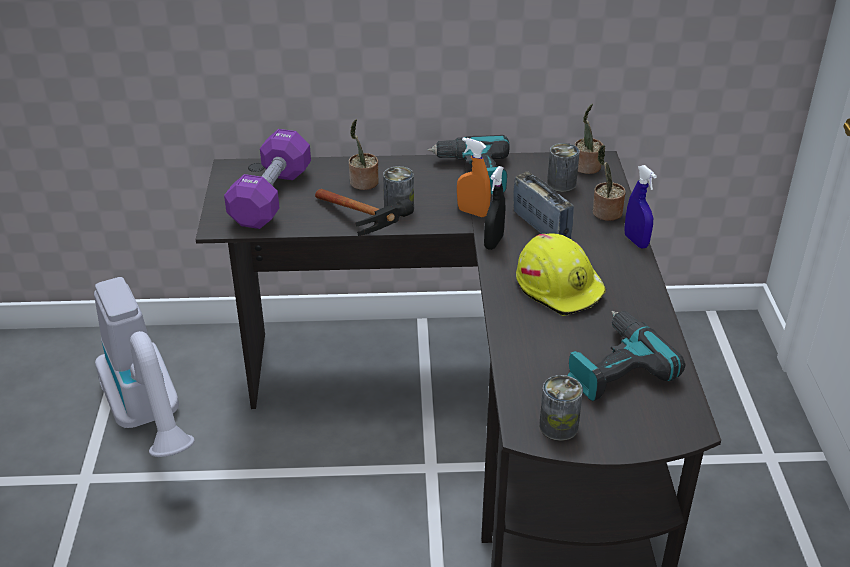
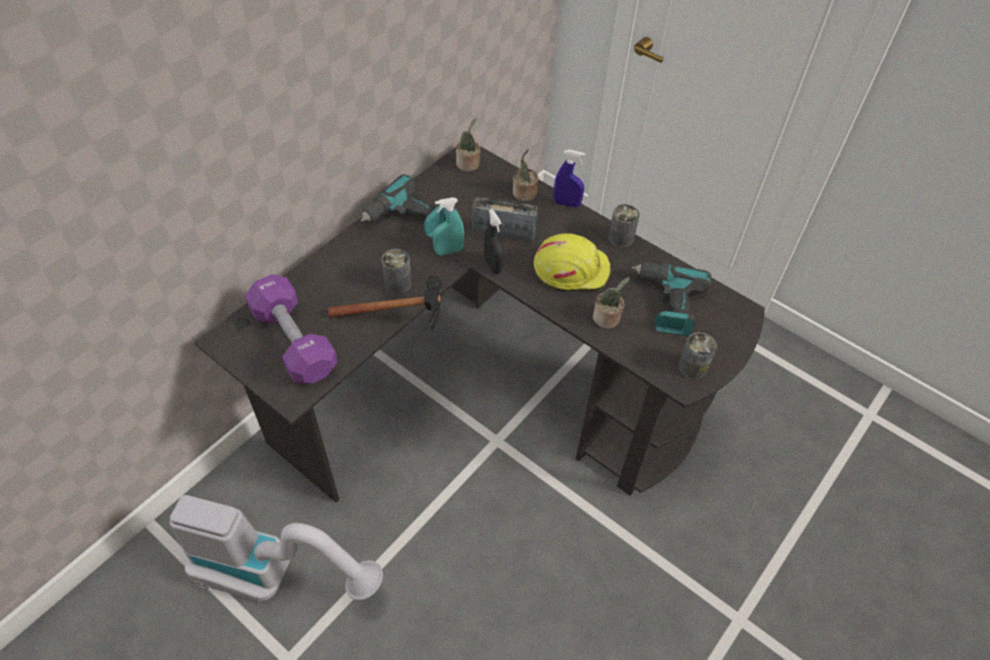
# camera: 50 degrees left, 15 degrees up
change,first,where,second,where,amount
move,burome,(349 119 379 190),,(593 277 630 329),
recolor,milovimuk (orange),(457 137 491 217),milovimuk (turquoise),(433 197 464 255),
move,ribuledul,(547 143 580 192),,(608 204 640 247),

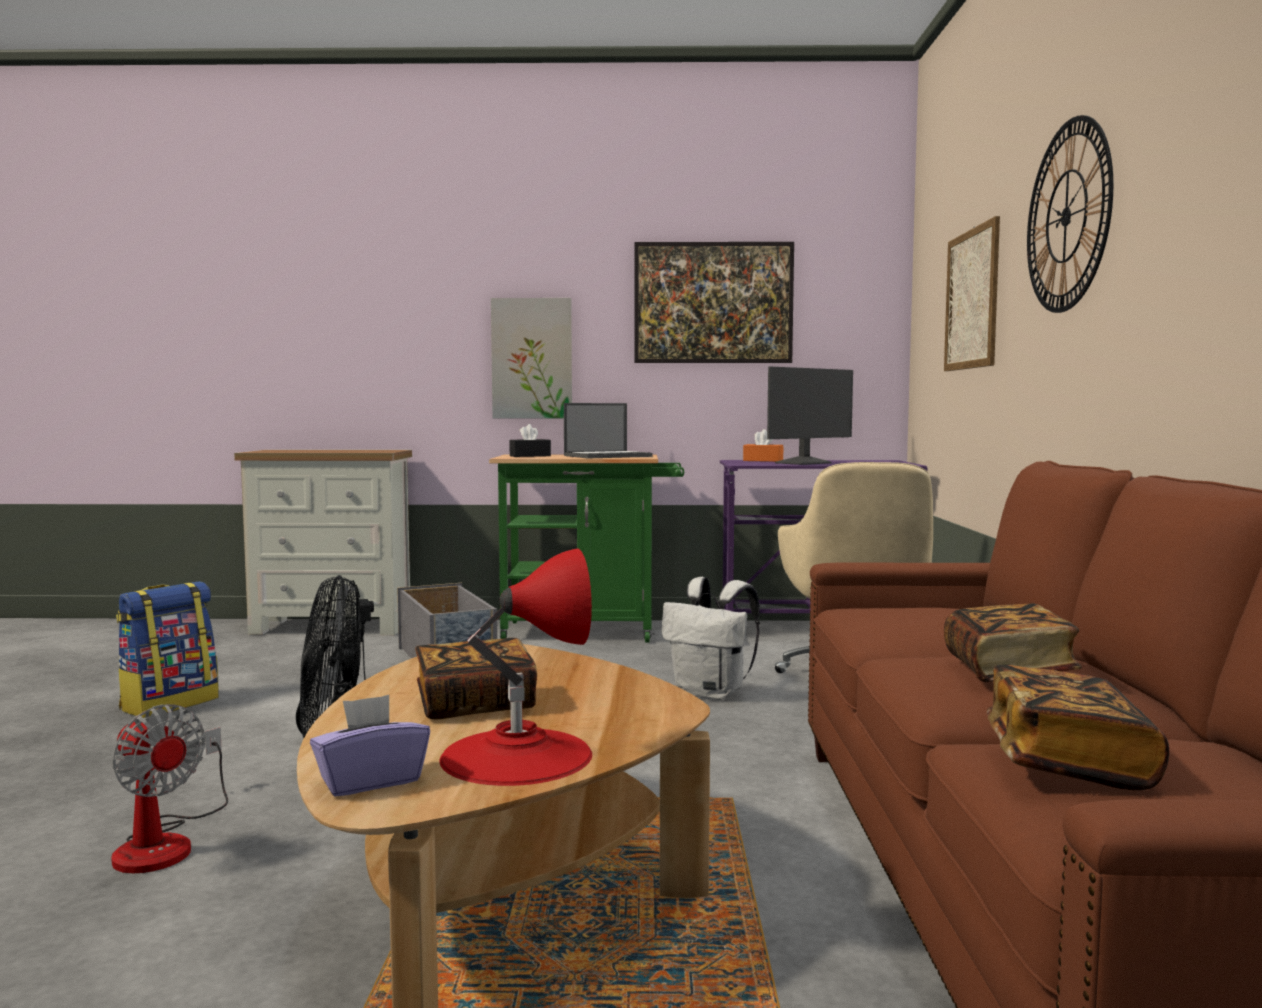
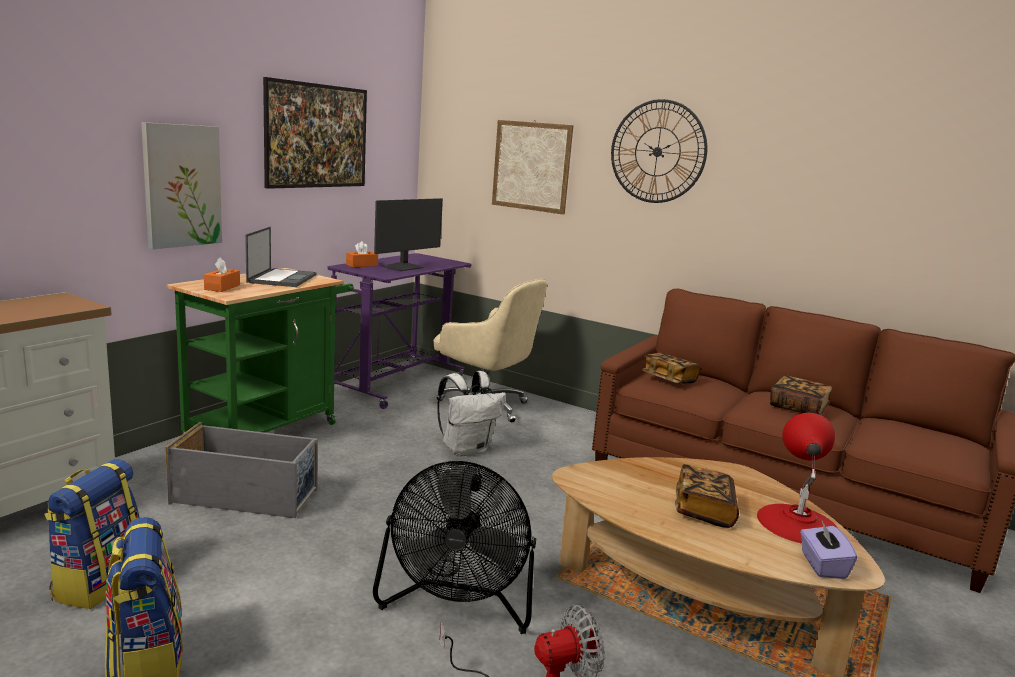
# camera: 60 degrees left, 10 degrees up
change,first,where,second,where,amount
rotate,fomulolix,(767 367 853 465),,(374 198 443 271),45 degrees clockwise
recolor,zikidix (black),(509 424 551 457),zikidix (orange),(204 257 240 292),
move,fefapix,(987 665 1169 790),,(642 353 701 384),
insert,,,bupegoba,(44 459 140 609),

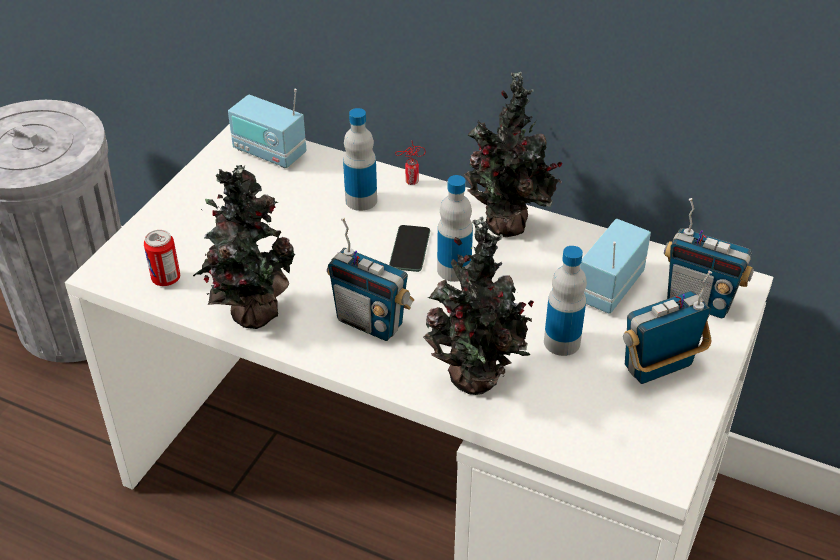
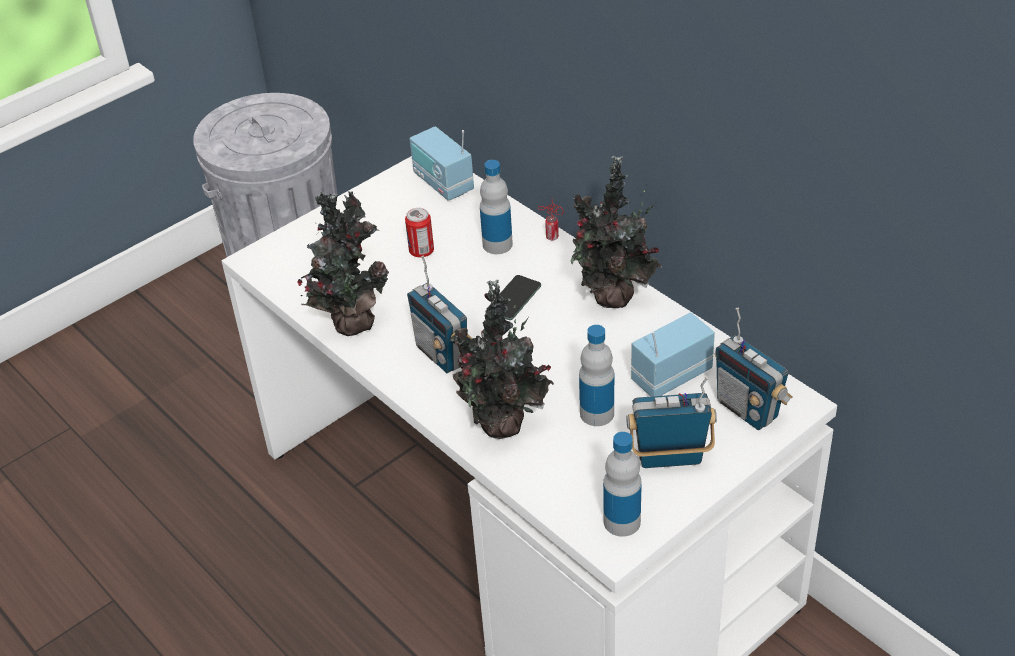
# camera: 25 degrees right, 0 degrees up
change,first,where,second,where,amount
move,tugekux,(437 175 473 282),,(603 432 642 537),
move,ribuledul,(144 230 180 286),,(405 208 434 257),

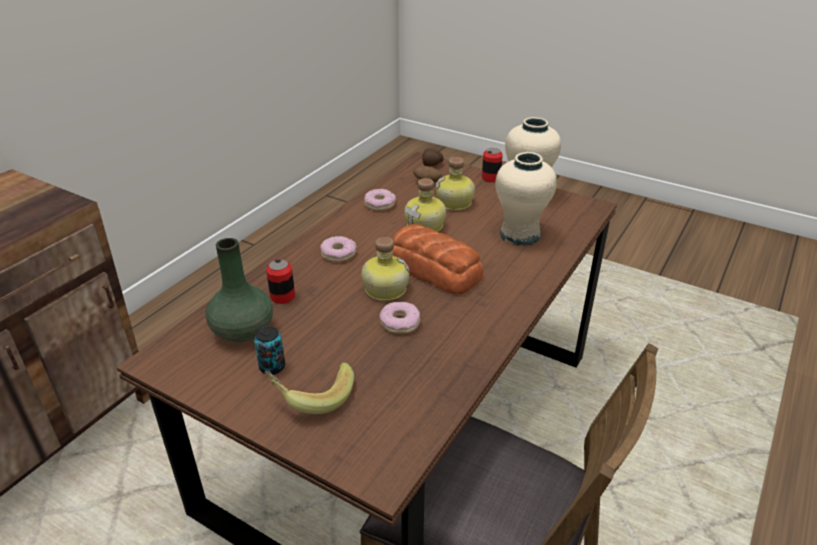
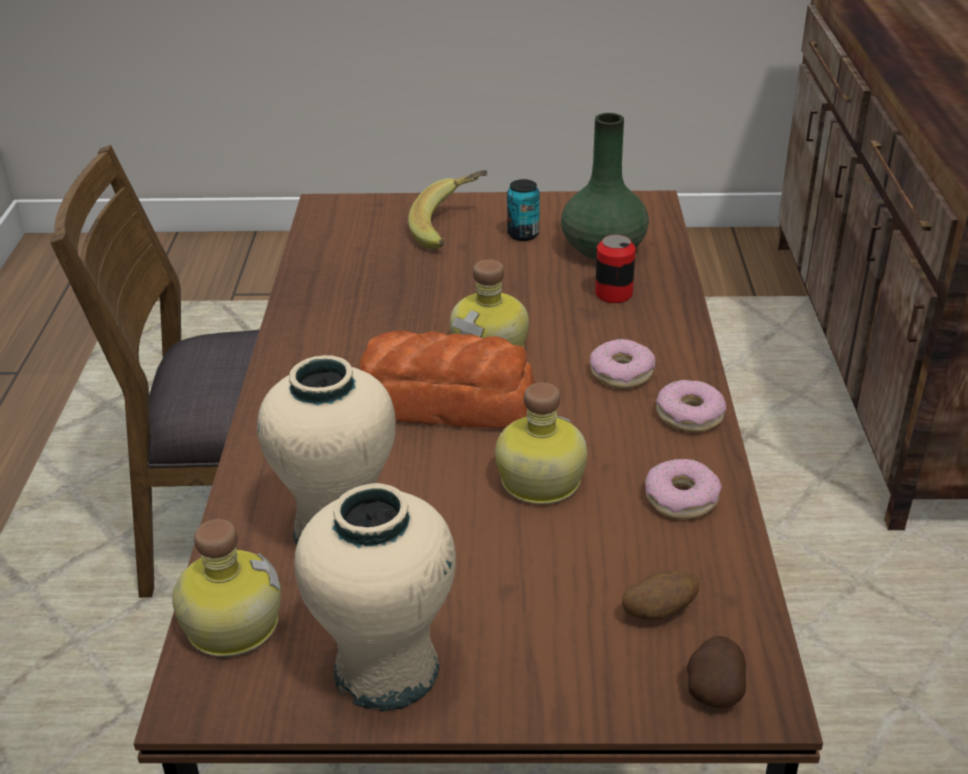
# camera: 150 degrees right, 0 degrees up
change,first,where,second,where,amount
delete,ribuledul,(482 148 503 182),,,
move,tugekux,(435 157 475 210),,(172 519 281 657),
move,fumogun,(380 302 420 334),,(656 380 726 432),

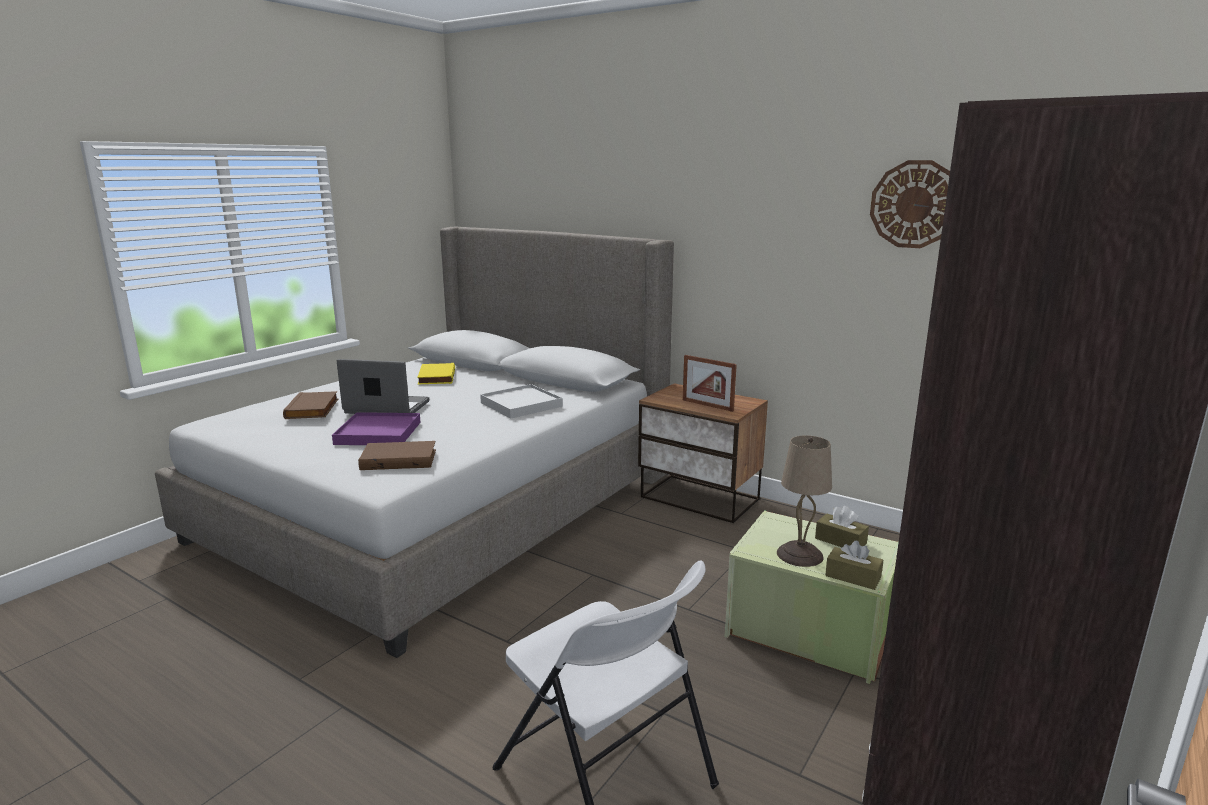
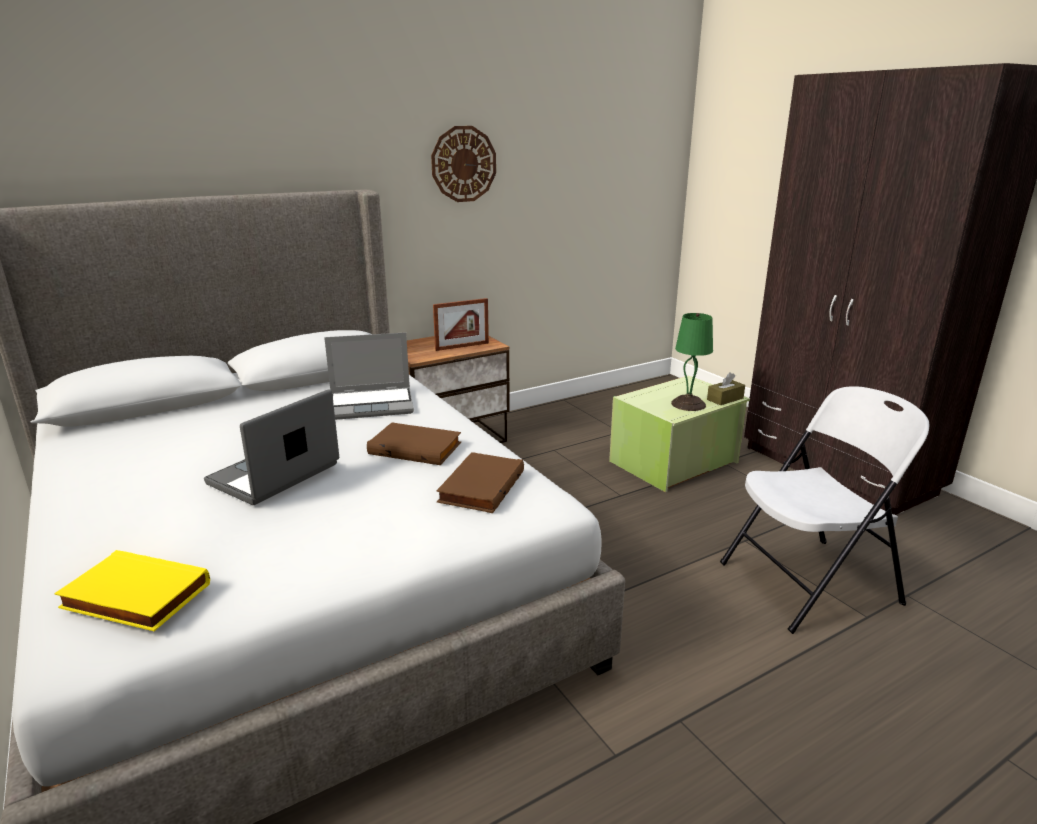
# camera: 65 degrees left, 5 degrees up
change,first,where,second,where,amount
move,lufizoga,(870 160 950 248),,(431 126 496 202),
move,fefapix (yellow),(417 363 455 384),,(54 550 210 631),
replace,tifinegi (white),(480 384 563 419),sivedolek,(324 332 414 420),
move,fefapix (brown),(283 391 338 419),,(367 422 461 465),
delete,tifinegi (purple),(332 412 421 445),,,
recolor,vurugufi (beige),(777 435 832 567),vurugufi (green),(671 313 713 411),
delete,zikidix (brown),(815 506 869 547),,,

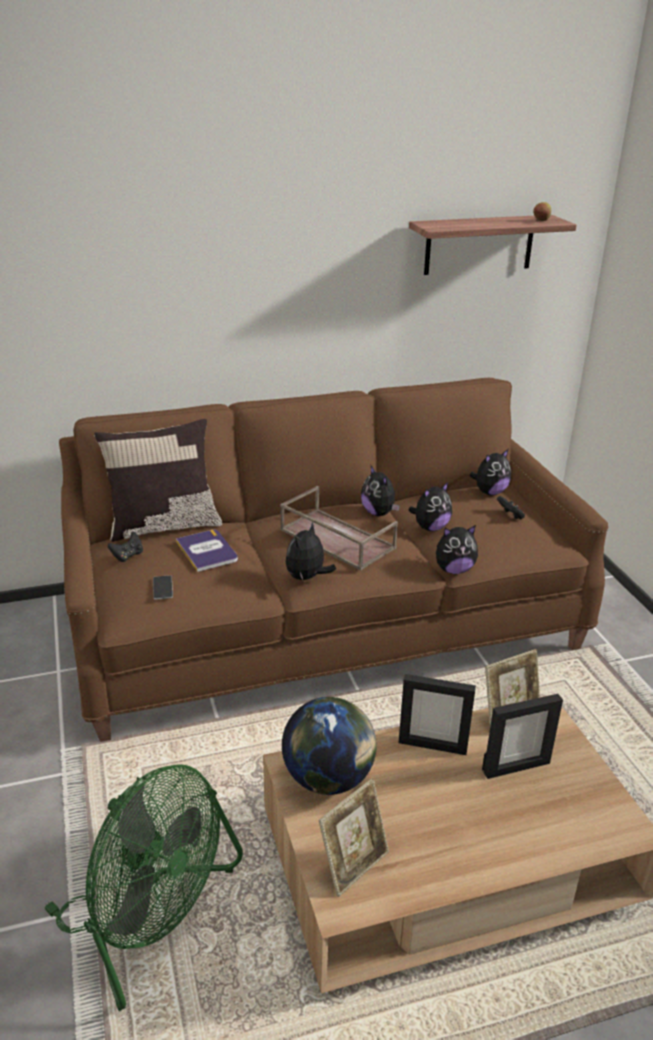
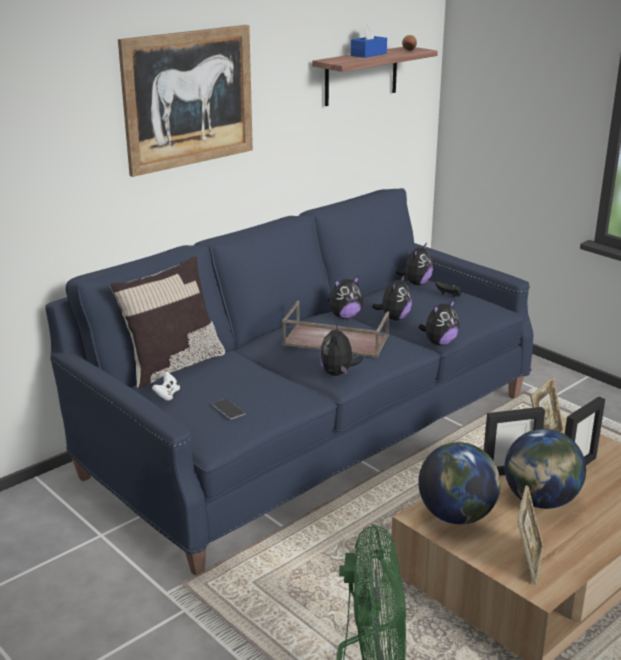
# camera: 25 degrees left, 5 degrees down
change,first,where,second,where,amount
recolor,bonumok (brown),(59 378 609 742),bonumok (blue),(45 188 533 576),
rotate,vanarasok,(361 466 400 516),,(328 275 363 319),60 degrees counterclockwise
delete,fefapix,(176 530 238 572),,,
recolor,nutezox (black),(108 531 143 562),nutezox (white),(152 371 180 401),
insert,,,zikidix (blue),(351 23 387 58),
insert,,,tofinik,(118 25 253 177),
insert,,,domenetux,(504 429 586 509),

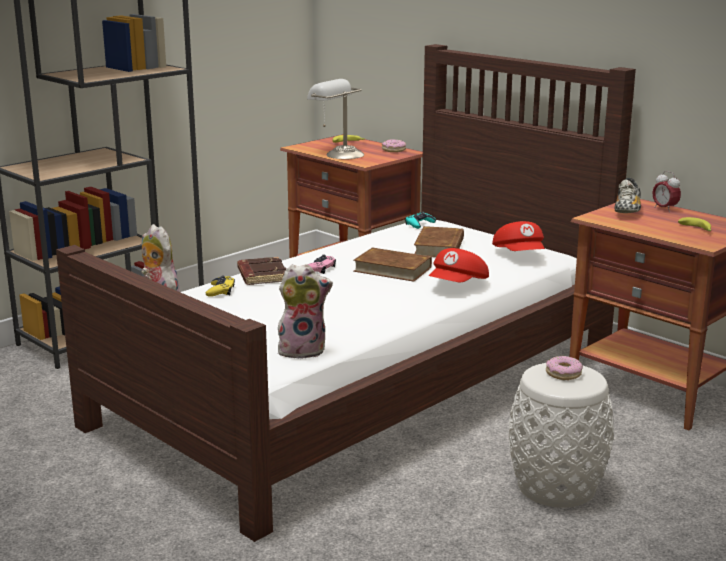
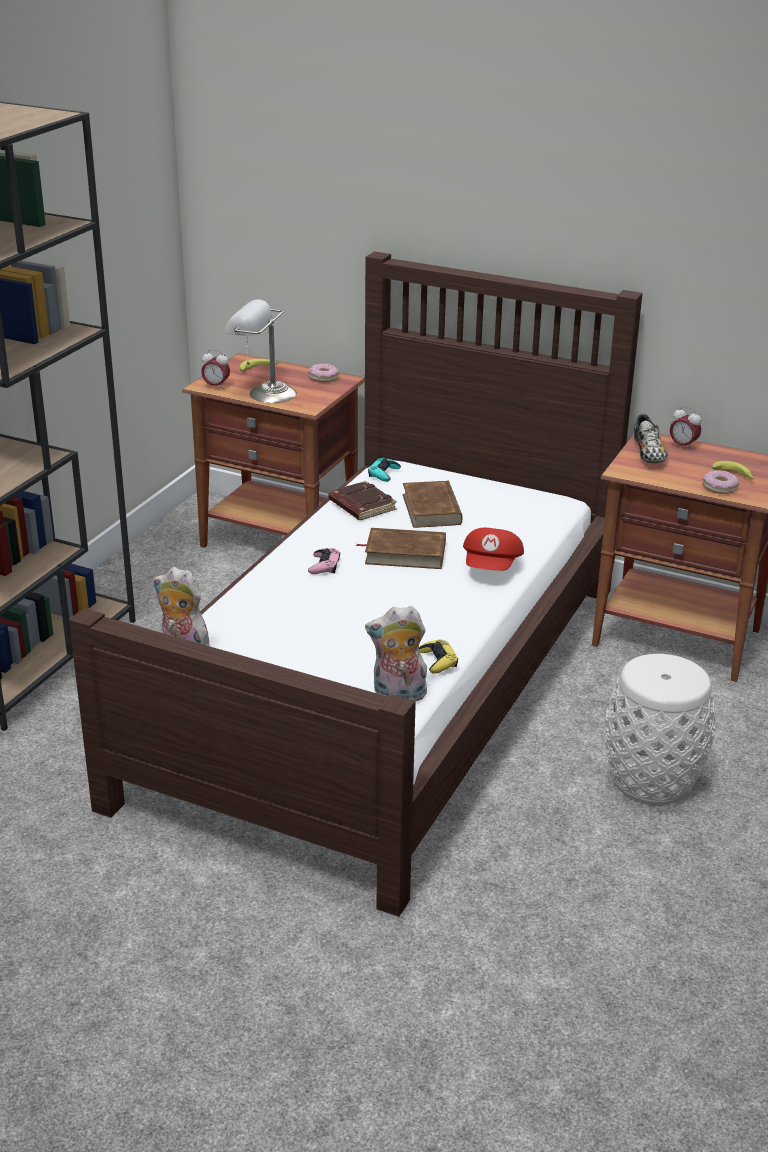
# camera: 20 degrees left, 10 degrees up
change,first,where,second,where,amount
delete,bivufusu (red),(492 221 545 251),,,
move,fefapix (brown),(237 257 286 285),,(329 481 397 520),
rotate,vanarasok,(278 264 333 359),,(365 606 427 701),150 degrees counterclockwise
move,nutezox (yellow),(205 275 235 297),,(419 639 458 674),
move,fumogun,(546 356 583 380),,(703 470 739 494),
insert,,,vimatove,(201 349 230 389),

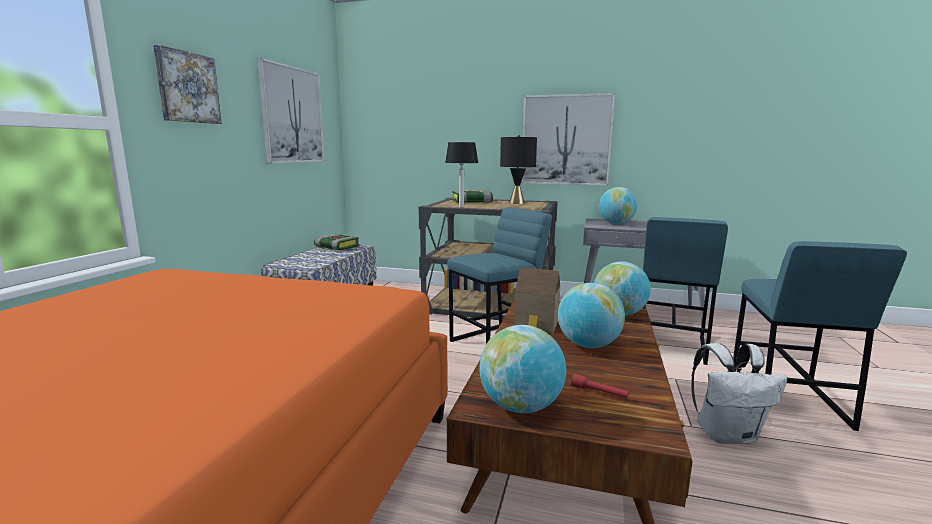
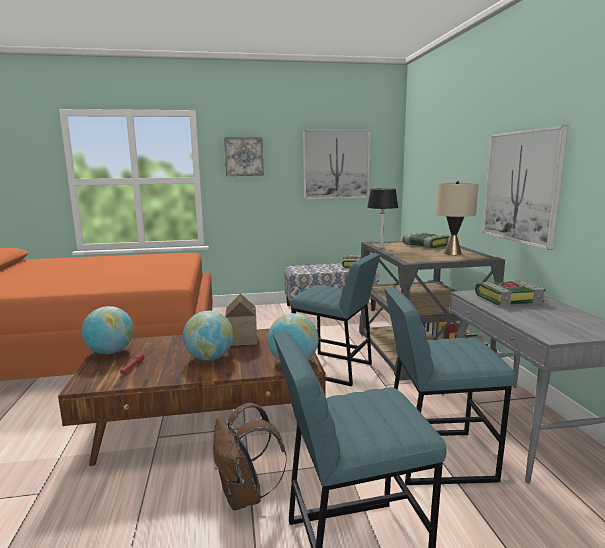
# camera: 65 degrees right, 0 degrees up
change,first,where,second,where,amount
recolor,vurugufi (black),(500 135 537 204),vurugufi (beige),(435 181 478 255),
replace,domenetux,(599 187 638 224),fefapix,(475 280 546 306),
recolor,bupegoba (white),(691 343 787 444),bupegoba (brown),(213 403 287 510),

